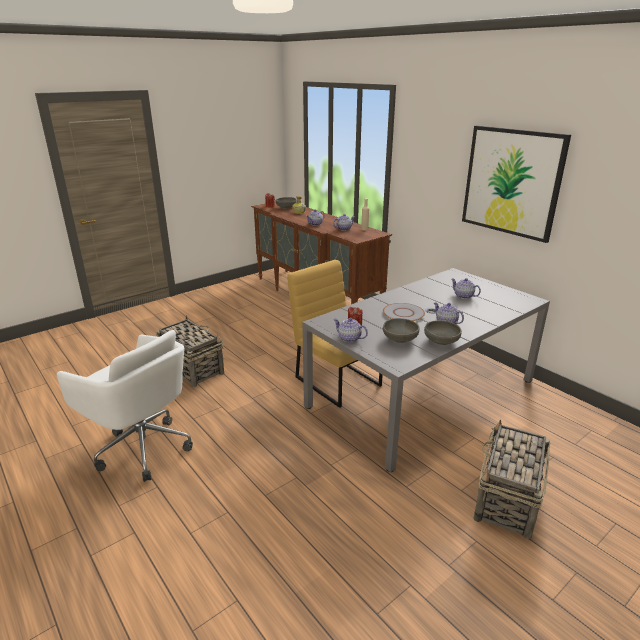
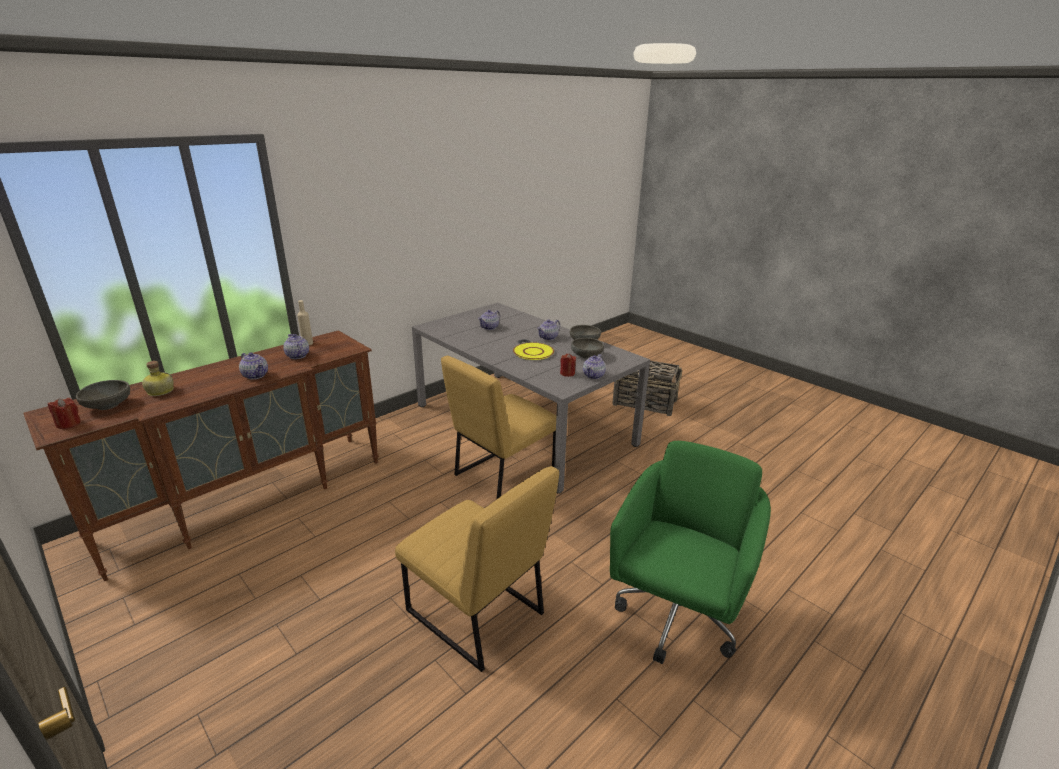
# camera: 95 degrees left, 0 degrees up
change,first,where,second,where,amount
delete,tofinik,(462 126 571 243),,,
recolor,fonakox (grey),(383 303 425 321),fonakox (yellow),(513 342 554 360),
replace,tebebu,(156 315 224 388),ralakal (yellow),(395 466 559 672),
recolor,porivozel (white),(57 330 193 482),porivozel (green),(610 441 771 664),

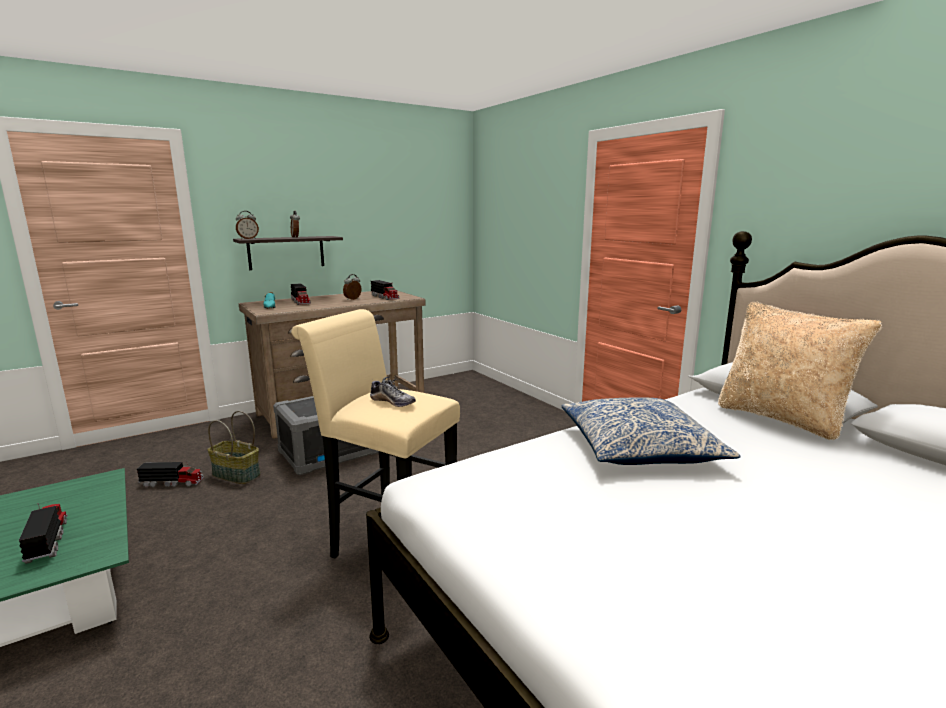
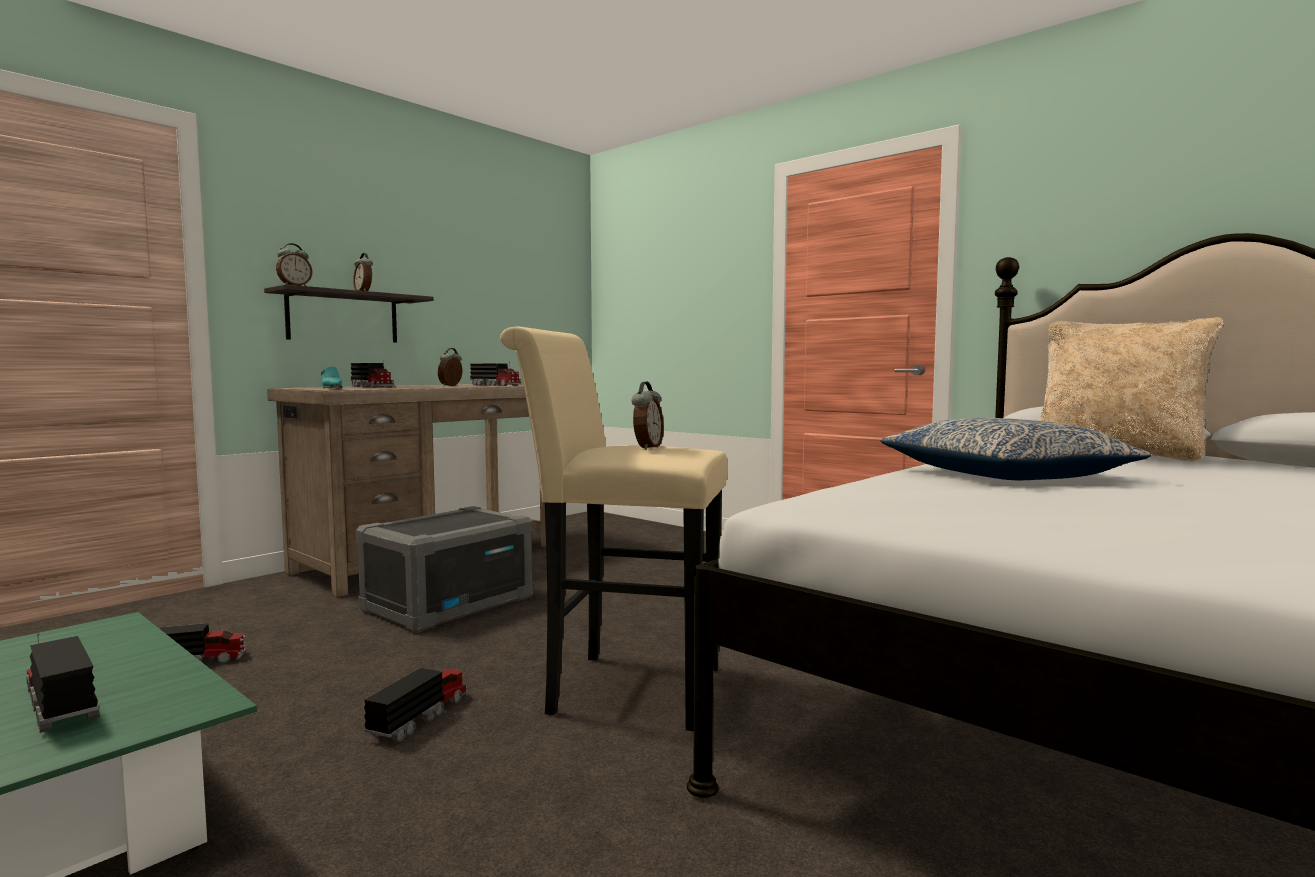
# camera: 15 degrees left, 10 degrees down
change,first,where,second,where,amount
replace,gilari,(370 375 416 407),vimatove,(632 381 664 450),
delete,tebebu,(208 411 261 484),,,
insert,,,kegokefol,(364 660 468 742),

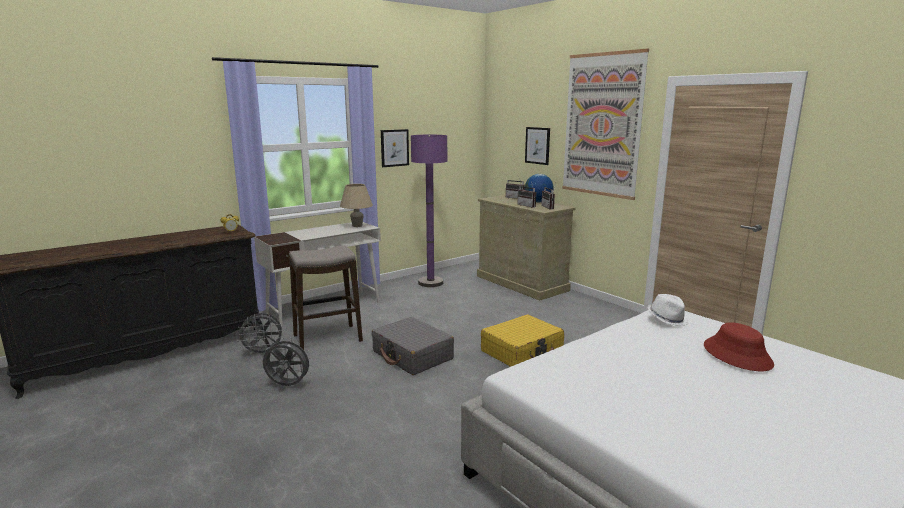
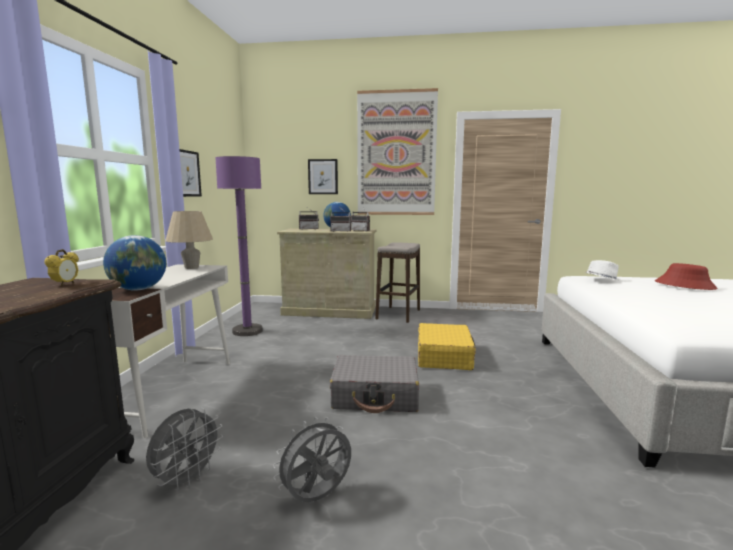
# camera: 45 degrees left, 5 degrees down
change,first,where,second,where,amount
move,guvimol,(289 245 363 350),,(375 242 420 323),
insert,,,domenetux,(103 235 166 291),

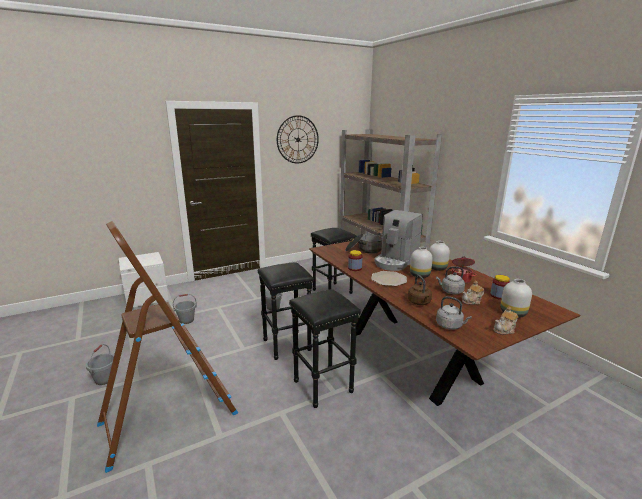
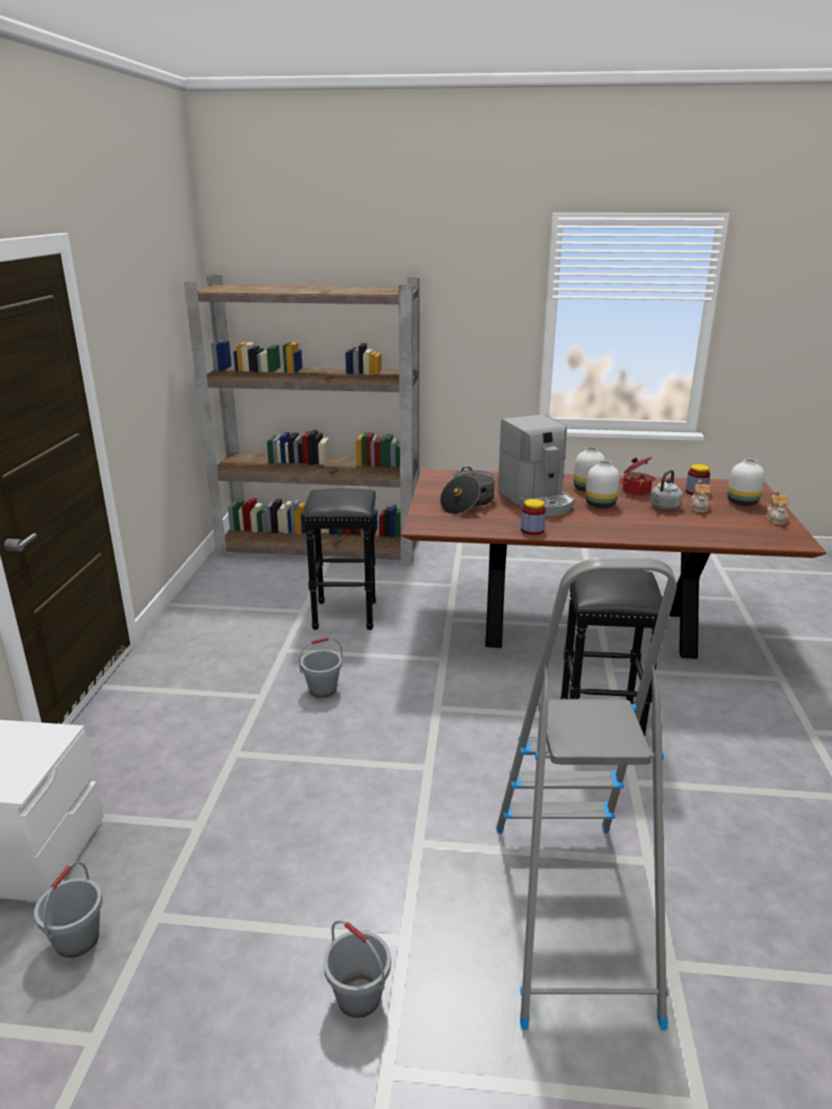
# camera: 55 degrees left, 5 degrees up
change,first,where,second,where,amount
delete,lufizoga,(277 115 319 164),,,
recolor,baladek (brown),(97 221 238 473),baladek (grey),(496 558 677 1030),
delete,guvimol (black),(258 263 314 360),,,
delete,fonakox,(371 271 407 286),,,
delete,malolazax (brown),(408 275 432 305),,,
move,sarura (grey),(173 294 197 324),,(34 862 103 958),
delete,malolazax (grey),(436 296 472 330),,,

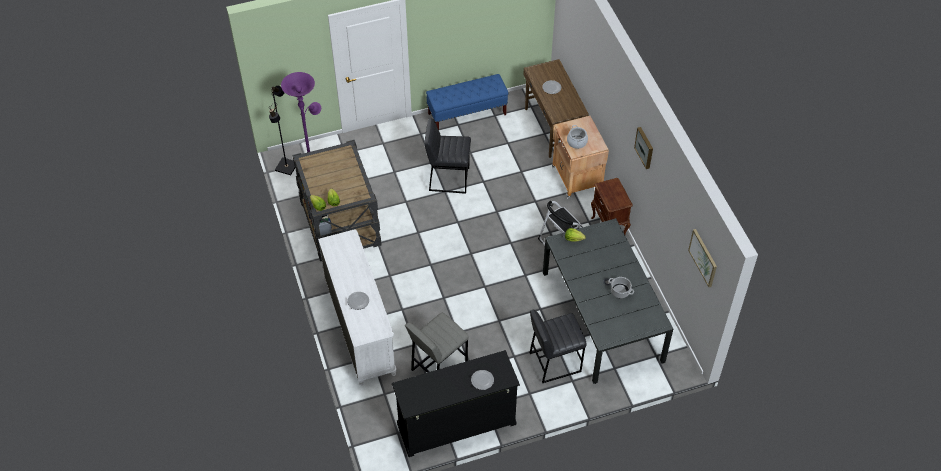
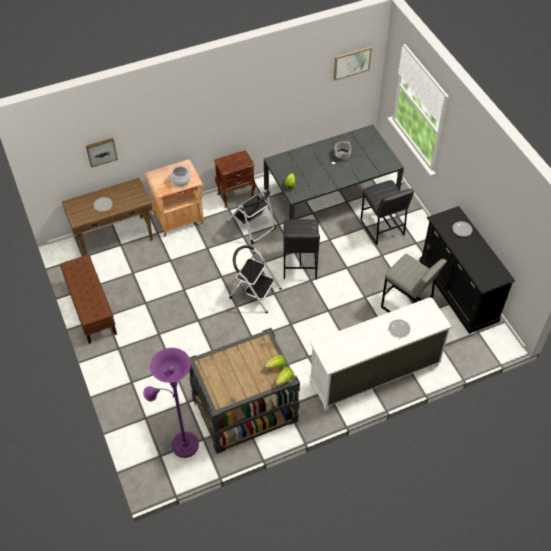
# camera: 95 degrees left, 0 degrees up
change,first,where,second,where,amount
recolor,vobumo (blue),(426 74 508 130),vobumo (brown),(60 255 117 344),
delete,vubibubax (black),(269 86 295 175),,,
move,guvimol (grey),(425 118 471 194),,(283 219 320 280),
move,tofinik,(634 127 653 169),,(86 138 118 168),
insert,,,baladek,(229 245 282 313),

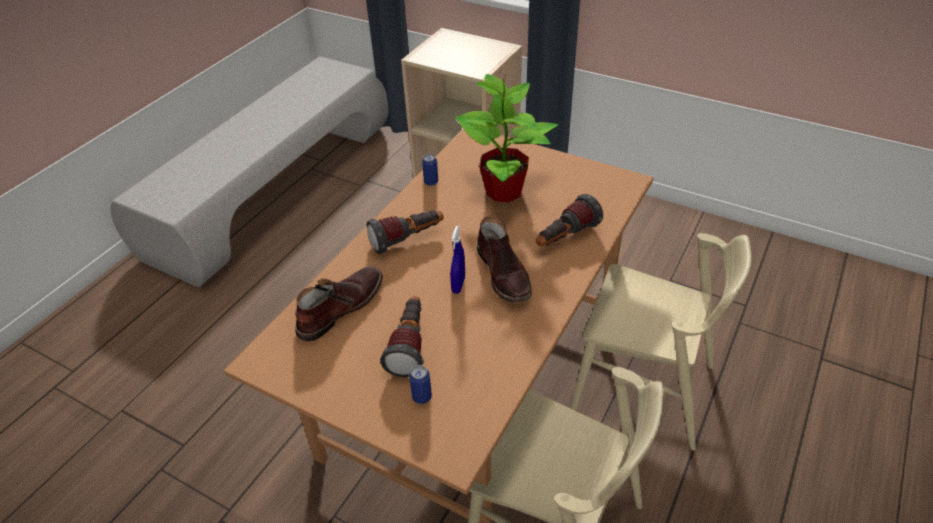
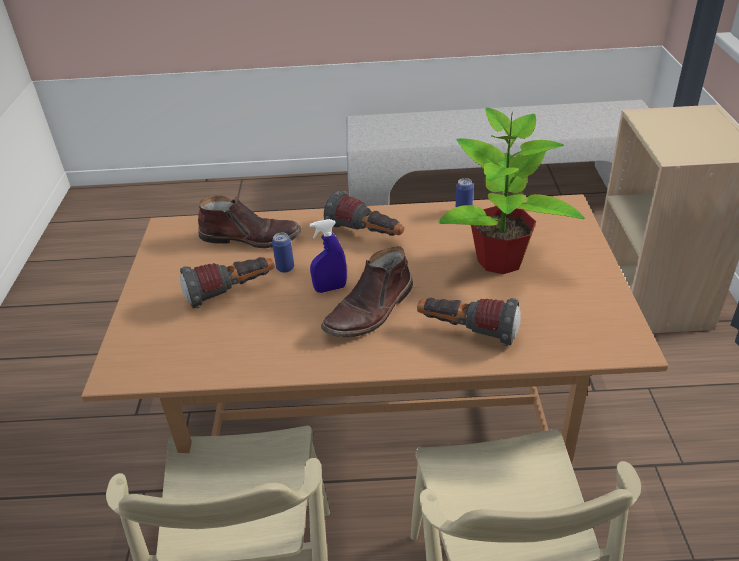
# camera: 60 degrees right, 5 degrees down
change,first,where,second,where,amount
move,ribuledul,(409 365 432 404),,(272 233 294 273),

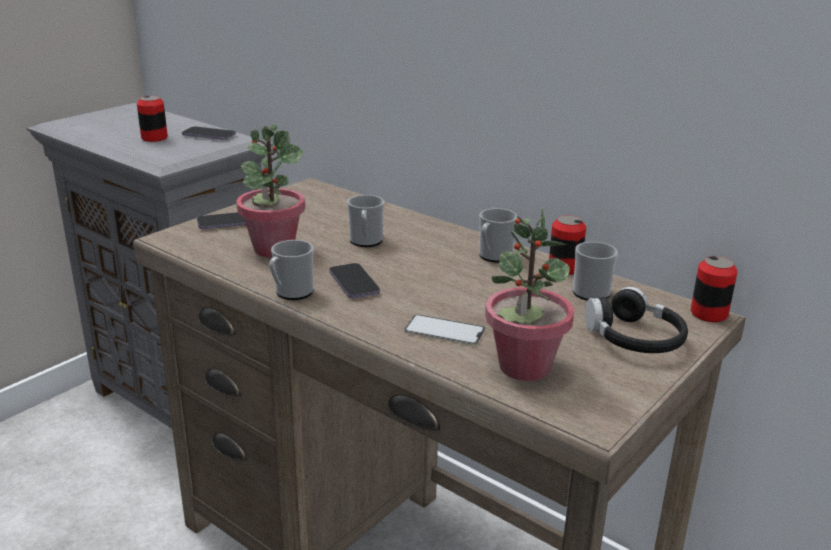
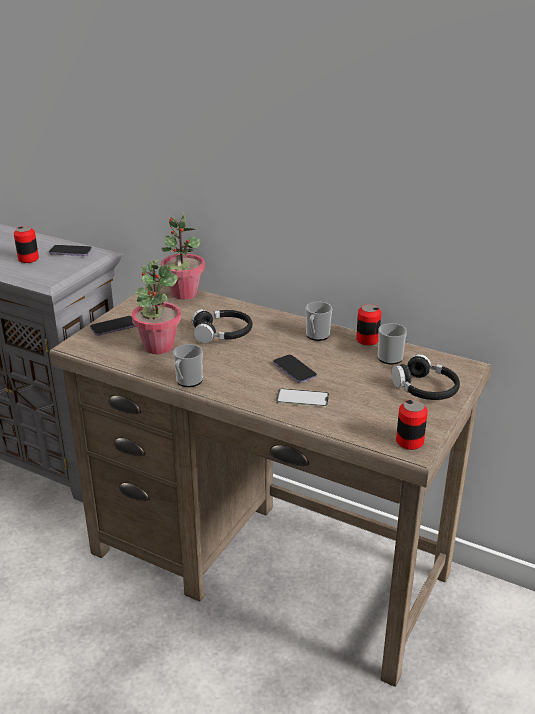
# camera: 10 degrees left, 5 degrees up
change,first,where,second,where,amount
replace,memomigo,(347 195 384 247),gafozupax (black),(191 309 253 343),
move,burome,(485 207 574 381),,(161 213 205 300),
move,ribuledul,(691 256 738 322),,(396 400 428 450),
move,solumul,(329 263 380 298),,(273 355 317 383),

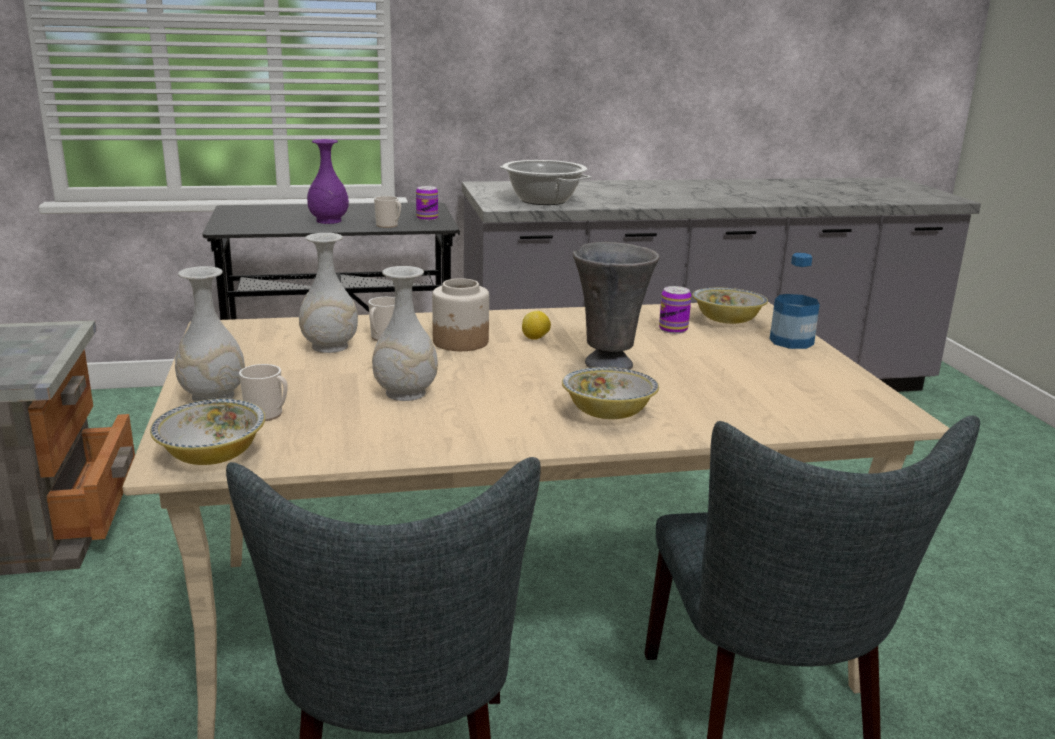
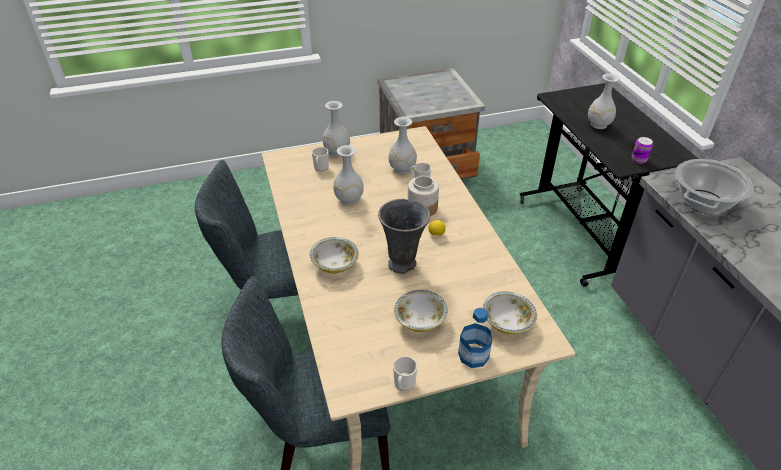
# camera: 85 degrees right, 20 degrees up
change,first,where,second,where,amount
recolor,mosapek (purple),(307 139 349 224),mosapek (white),(588 74 620 129),
move,memomigo,(374 196 401 228),,(393 356 417 391),
delete,ribuledul,(659 286 691 334),,,
move,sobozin,(150 399 265 465),,(394 290 448 332),

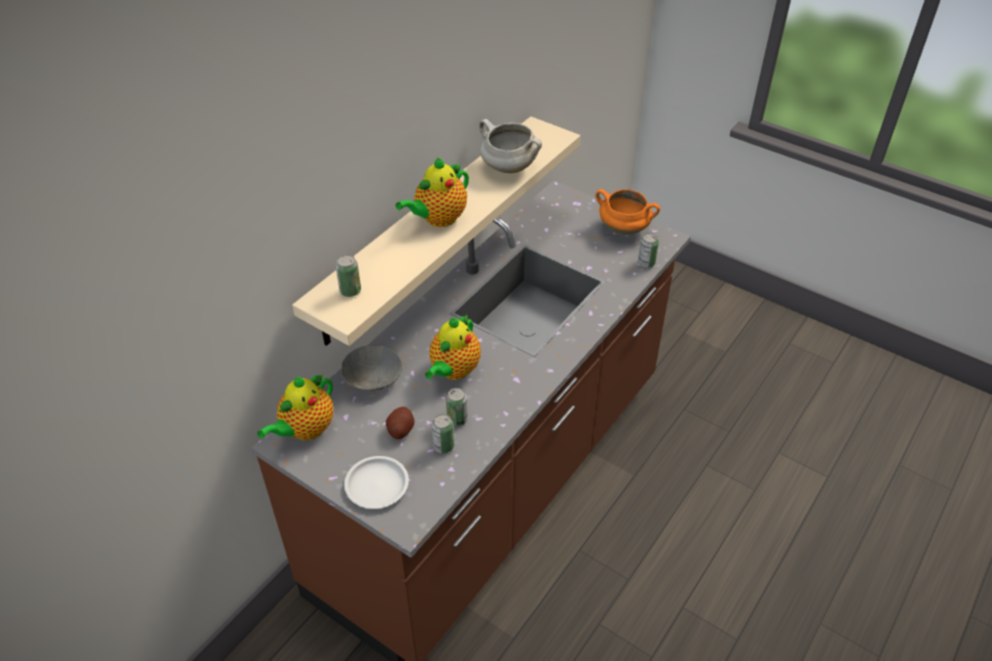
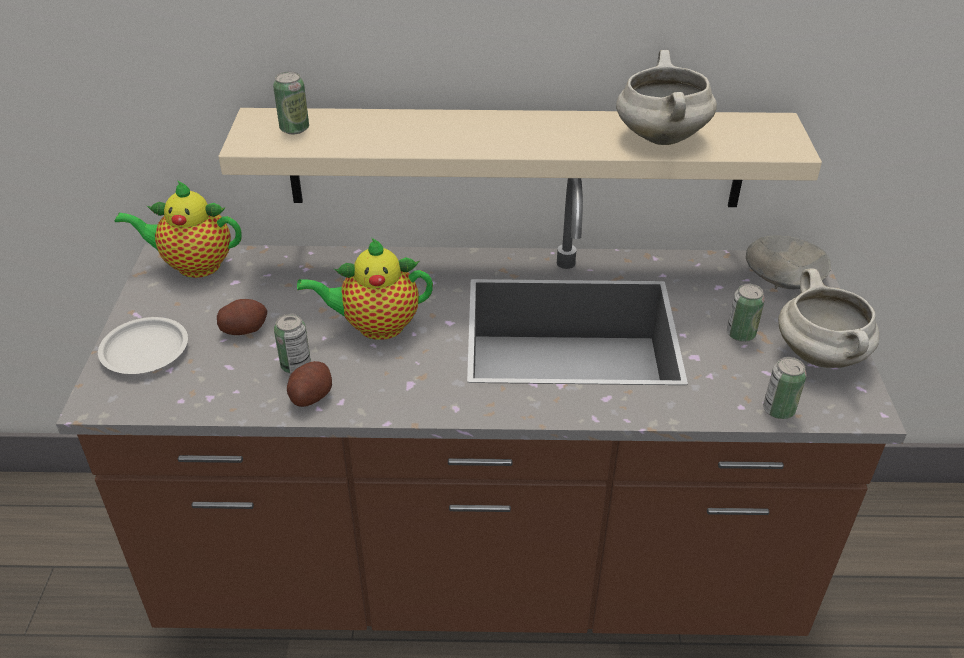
# camera: 55 degrees right, 5 degrees down
change,first,where,second,where,amount
delete,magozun,(395 157 469 227),,,
recolor,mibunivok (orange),(595 189 660 235),mibunivok (white),(778 268 879 368),
move,sobozin (grey),(341 345 402 391),,(746 235 831 289),
move,ribuledul,(432 414 454 453),,(727 284 765 342),
insert,,,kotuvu,(287 361 332 407),

